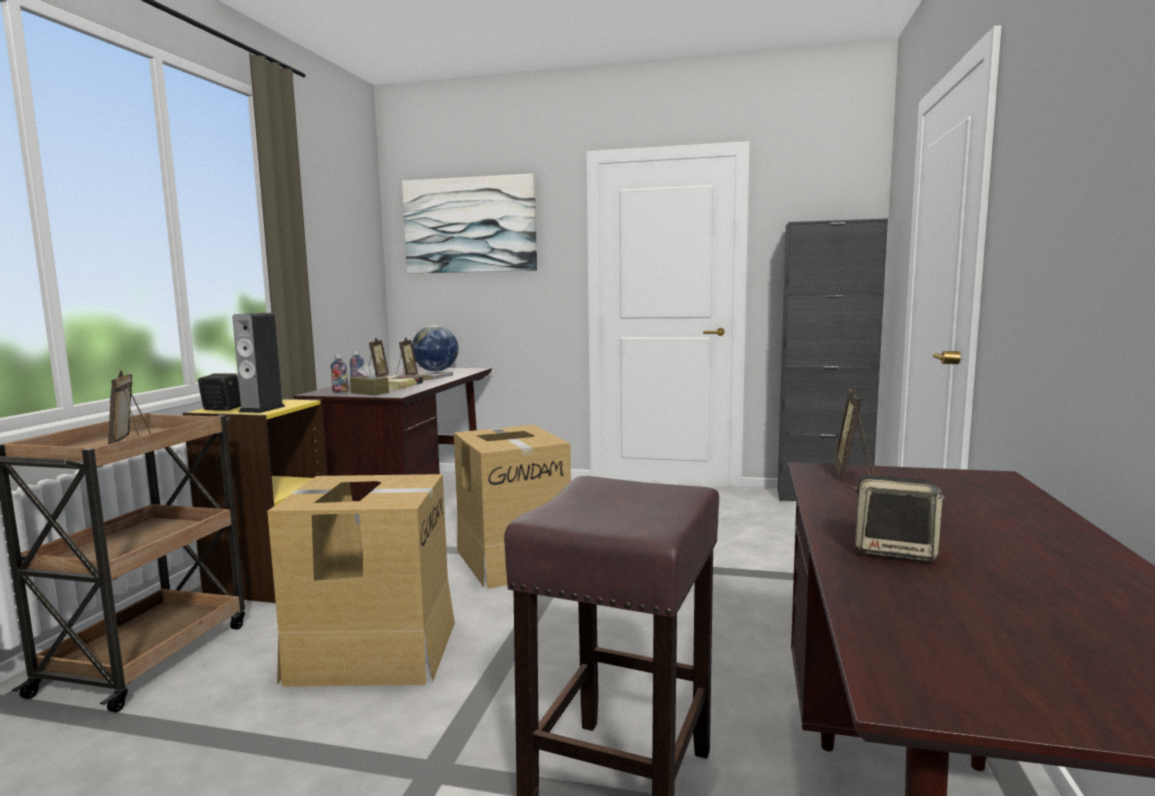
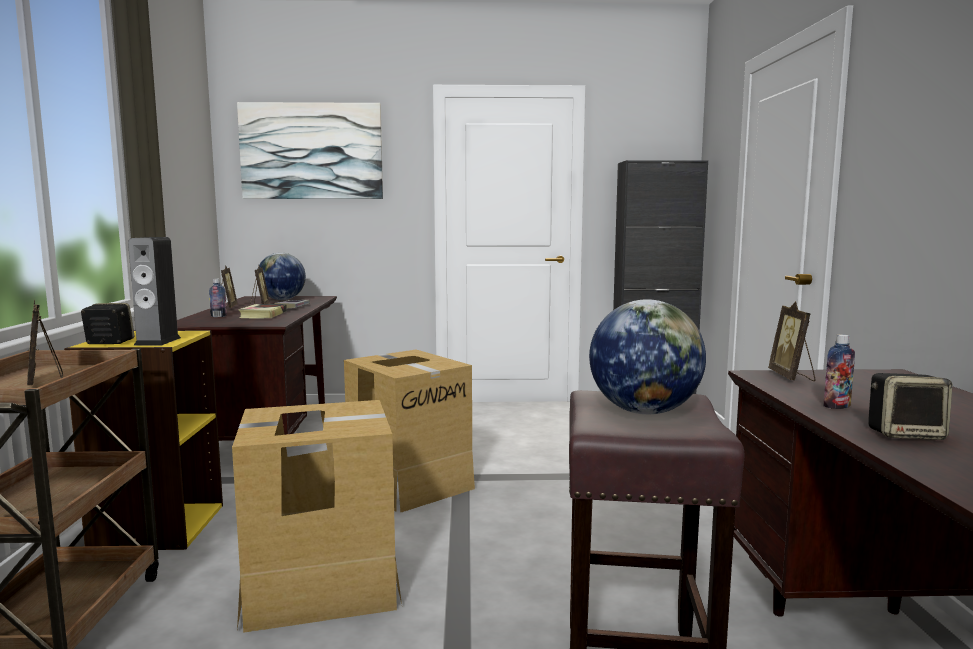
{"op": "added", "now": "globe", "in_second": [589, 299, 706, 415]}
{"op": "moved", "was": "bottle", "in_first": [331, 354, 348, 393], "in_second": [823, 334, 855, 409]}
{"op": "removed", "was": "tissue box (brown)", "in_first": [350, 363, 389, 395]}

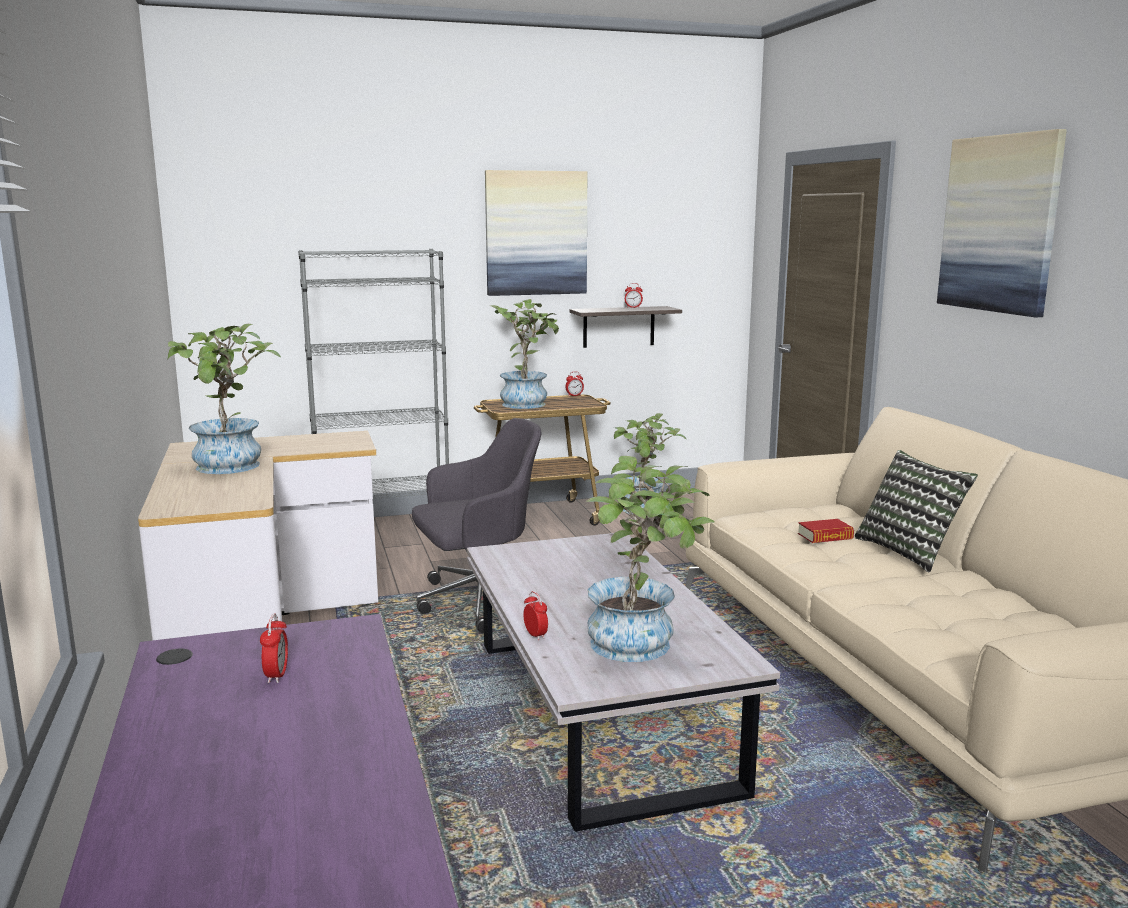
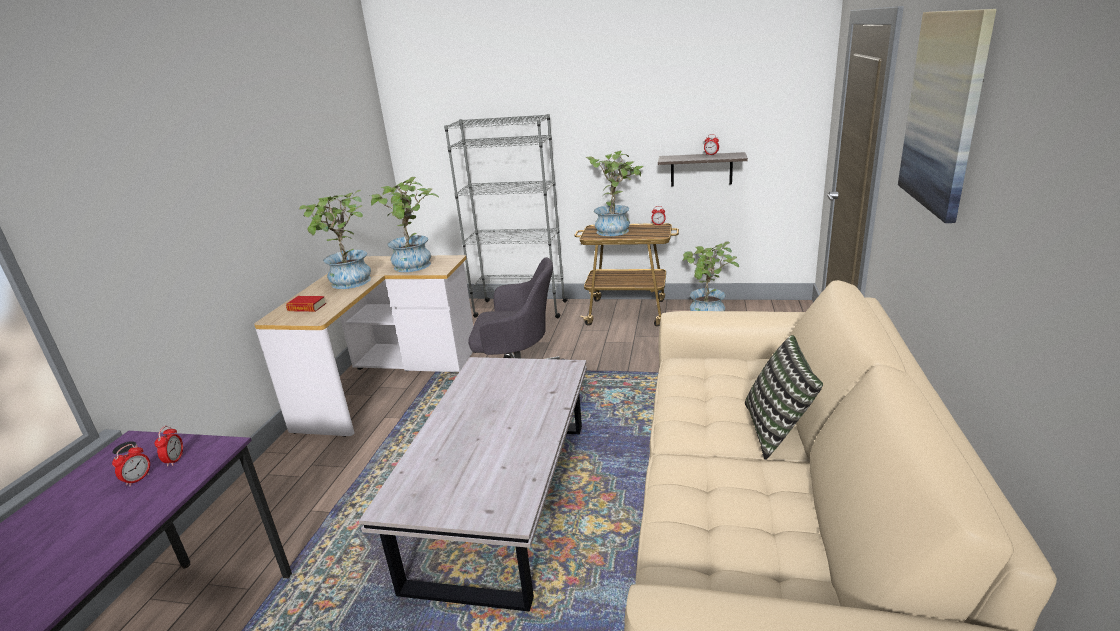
{"op": "moved", "was": "alarm clock", "in_first": [523, 591, 548, 640], "in_second": [155, 426, 183, 467]}
{"op": "moved", "was": "book", "in_first": [798, 519, 854, 543], "in_second": [286, 296, 326, 312]}
{"op": "moved", "was": "potted plant", "in_first": [586, 456, 715, 662], "in_second": [370, 177, 439, 272]}
{"op": "removed", "was": "picture", "in_first": [485, 170, 587, 296]}

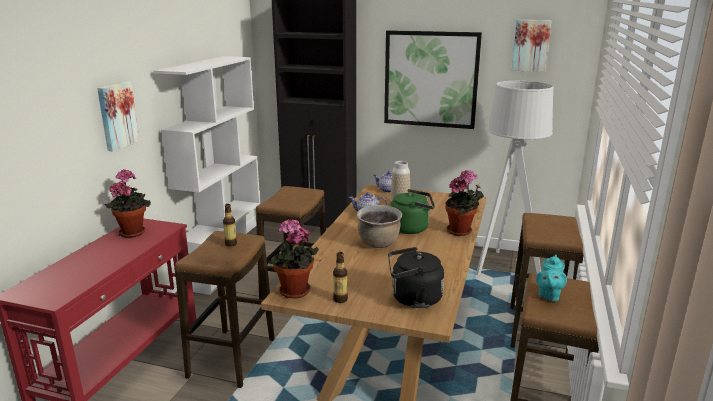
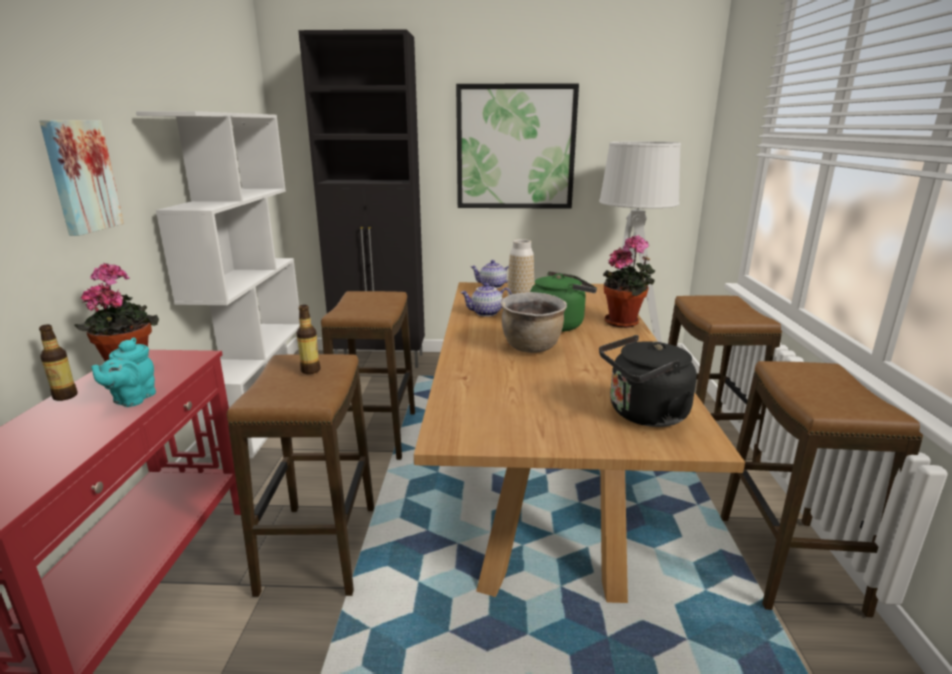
{"op": "moved", "was": "bottle", "in_first": [333, 252, 348, 303], "in_second": [39, 324, 78, 401]}
{"op": "moved", "was": "teapot (turquoise)", "in_first": [536, 255, 567, 302], "in_second": [91, 337, 156, 407]}
{"op": "removed", "was": "potted plant", "in_first": [267, 219, 319, 298]}
{"op": "removed", "was": "picture", "in_first": [512, 20, 551, 72]}

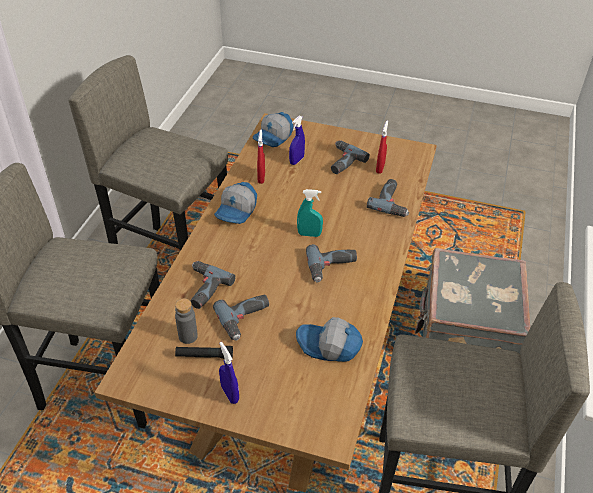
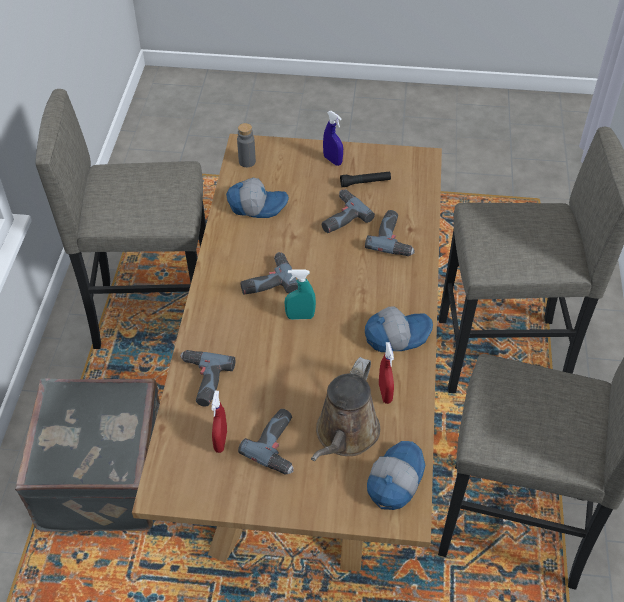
{"op": "moved", "was": "bottle (grey)", "in_first": [175, 298, 198, 344], "in_second": [237, 123, 256, 167]}
{"op": "replaced", "was": "spray bottle (blue)", "now": "watering can (brown)", "in_first": [289, 116, 305, 165], "in_second": [311, 357, 380, 461]}
{"op": "turned", "was": "cap", "in_first": [214, 182, 257, 224], "in_second": [365, 306, 433, 352], "clockwise": 60}

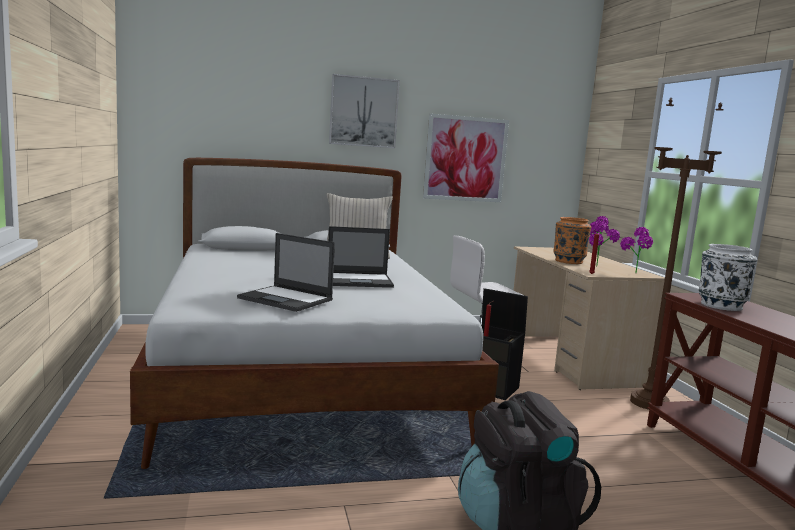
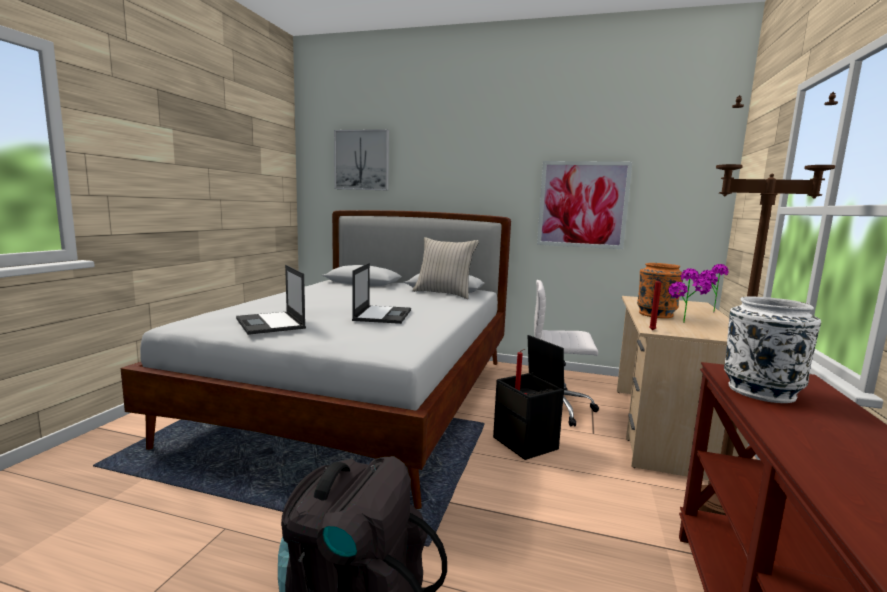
{"op": "moved", "was": "picture", "in_first": [329, 74, 400, 148], "in_second": [334, 129, 389, 190]}
{"op": "turned", "was": "laptop", "in_first": [328, 226, 394, 288], "in_second": [352, 263, 411, 324], "clockwise": -105}
{"op": "removed", "was": "potted plant", "in_first": [620, 227, 653, 273]}

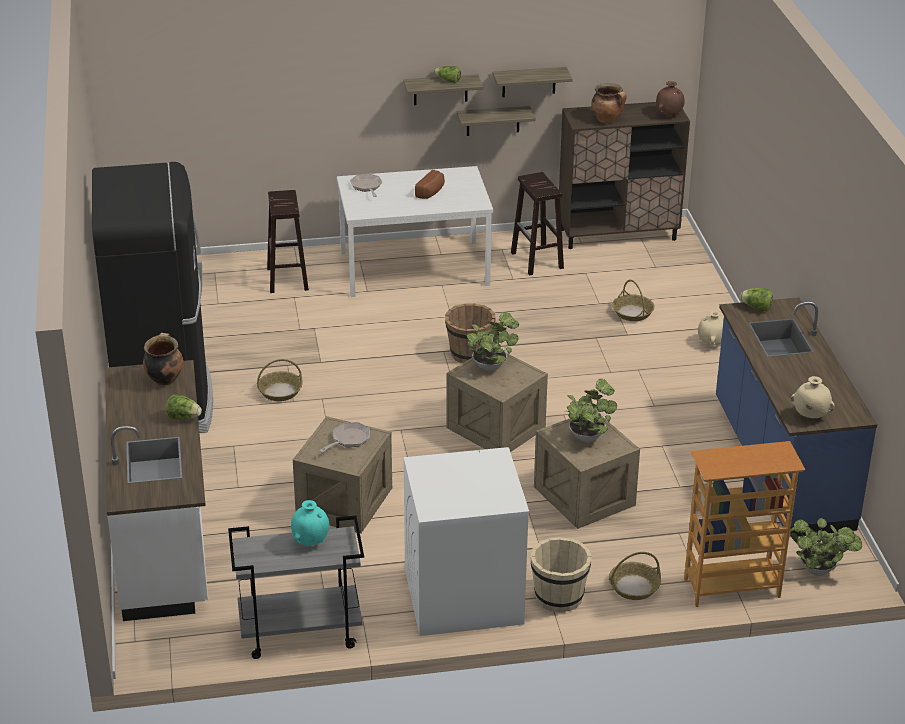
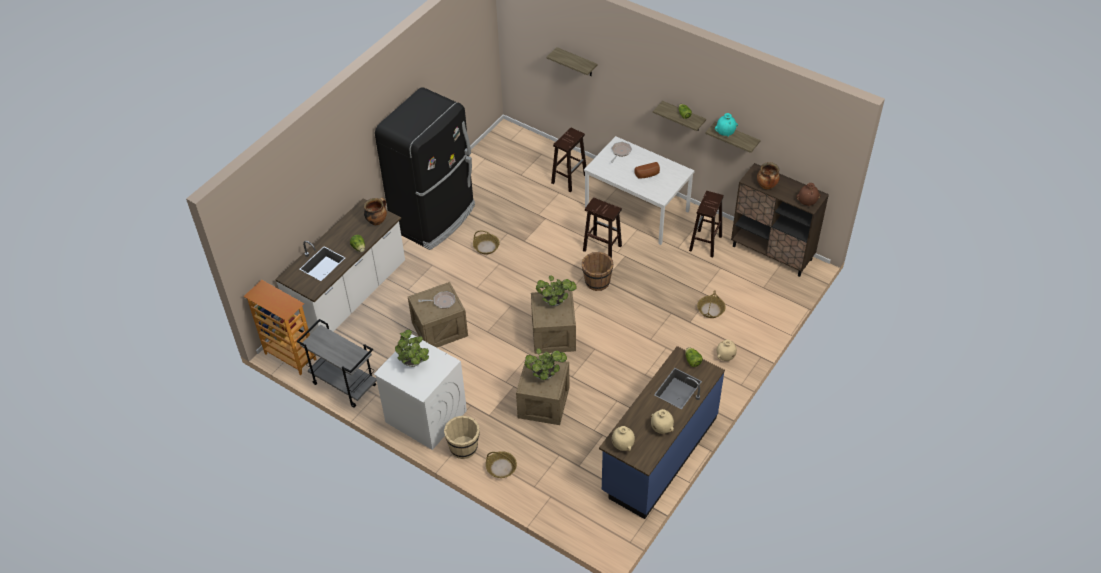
{"op": "moved", "was": "bookcase", "in_first": [684, 441, 805, 607], "in_second": [244, 280, 317, 375]}
{"op": "moved", "was": "potted plant", "in_first": [790, 518, 862, 576], "in_second": [395, 330, 429, 367]}
{"op": "moved", "was": "shelf", "in_first": [456, 106, 536, 136], "in_second": [546, 47, 598, 76]}
{"op": "added", "now": "stool (brown)", "in_second": [583, 197, 622, 258]}
{"op": "added", "now": "vase (beige)", "in_second": [651, 409, 674, 434]}
{"op": "moved", "was": "vase (turquoise)", "in_first": [291, 500, 329, 546], "in_second": [715, 113, 738, 137]}

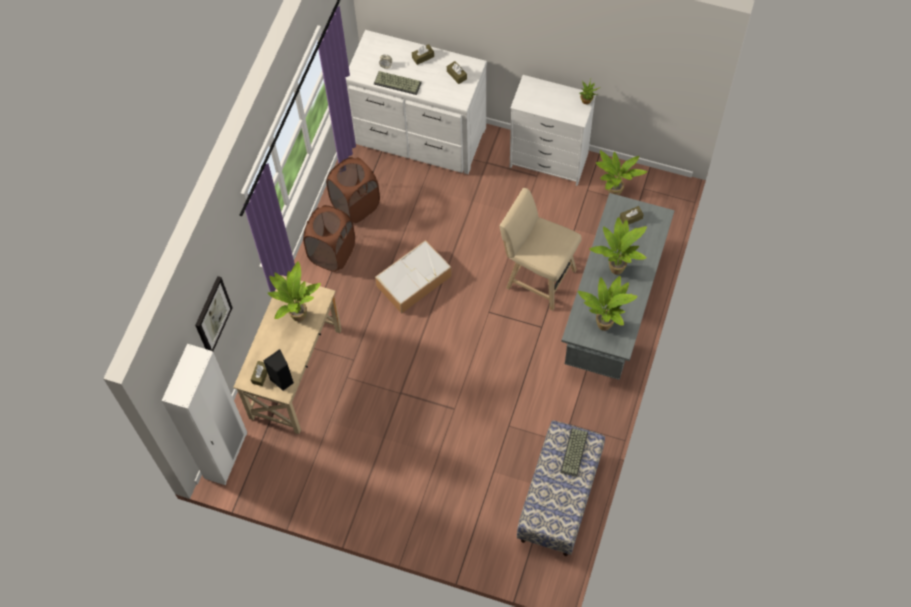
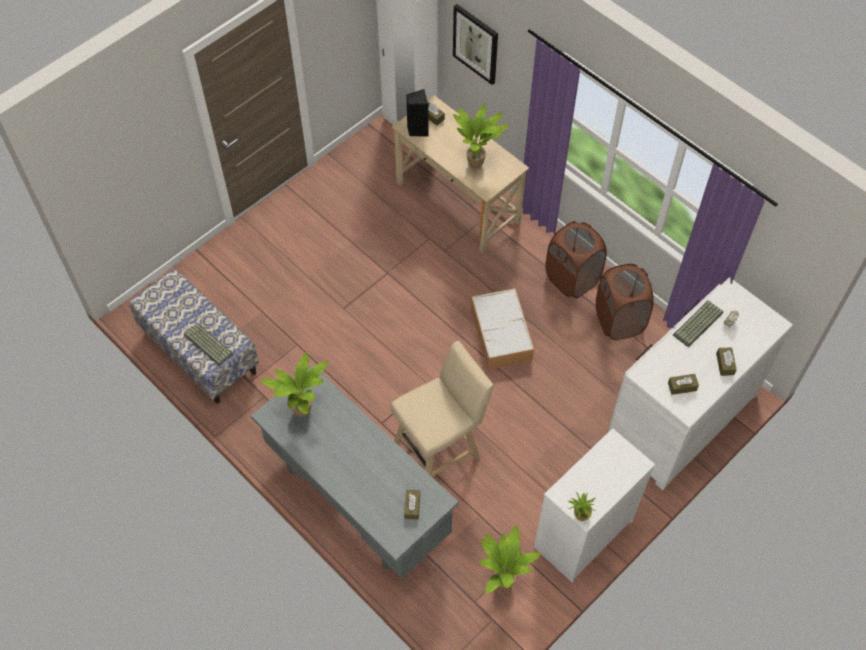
{"op": "removed", "was": "potted plant", "in_first": [589, 217, 647, 275]}

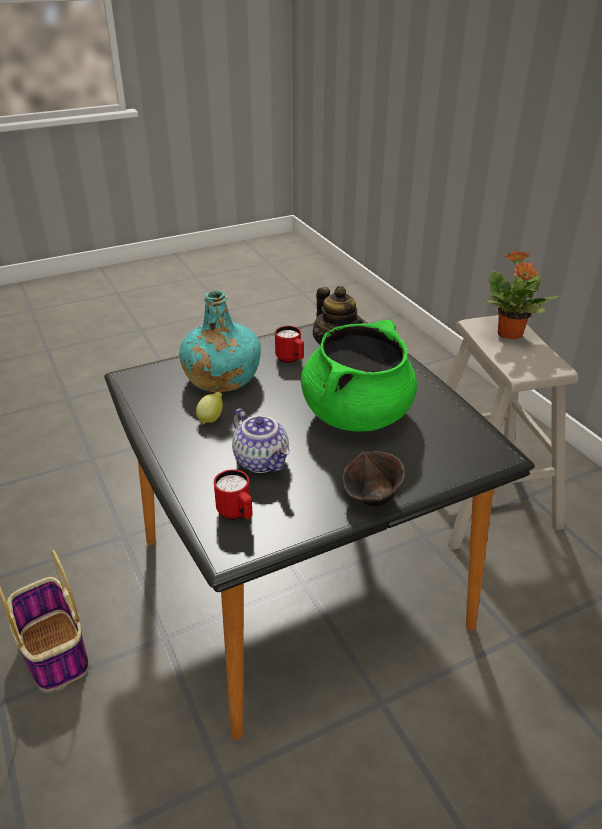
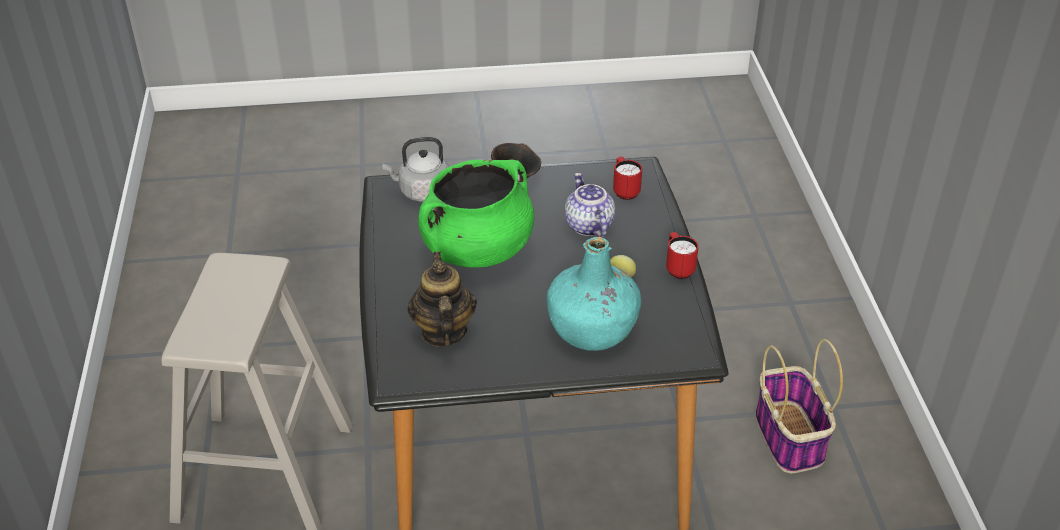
{"op": "added", "now": "kettle (grey)", "in_second": [382, 137, 449, 202]}
{"op": "moved", "was": "mug (red)", "in_first": [275, 326, 304, 363], "in_second": [666, 232, 699, 279]}
{"op": "removed", "was": "potted plant", "in_first": [485, 251, 559, 339]}

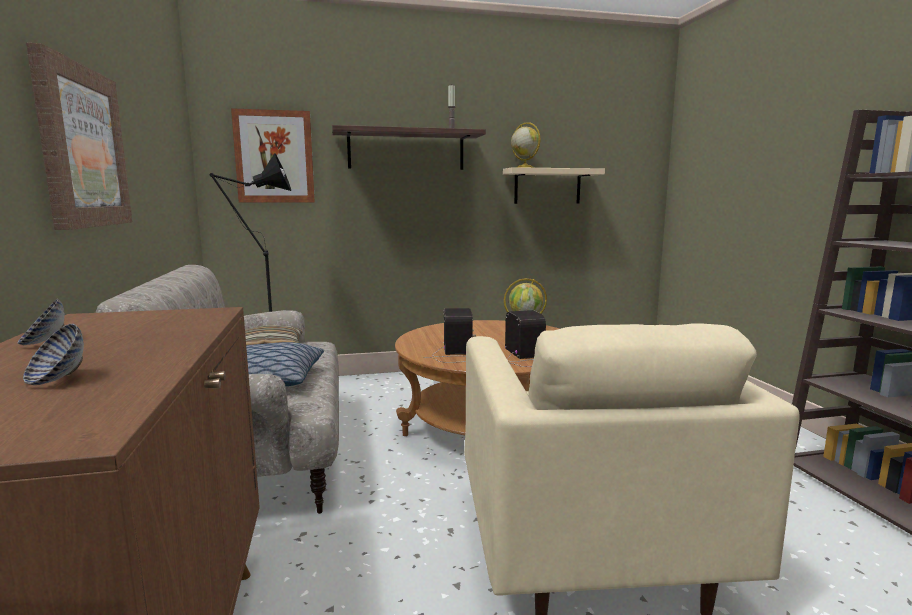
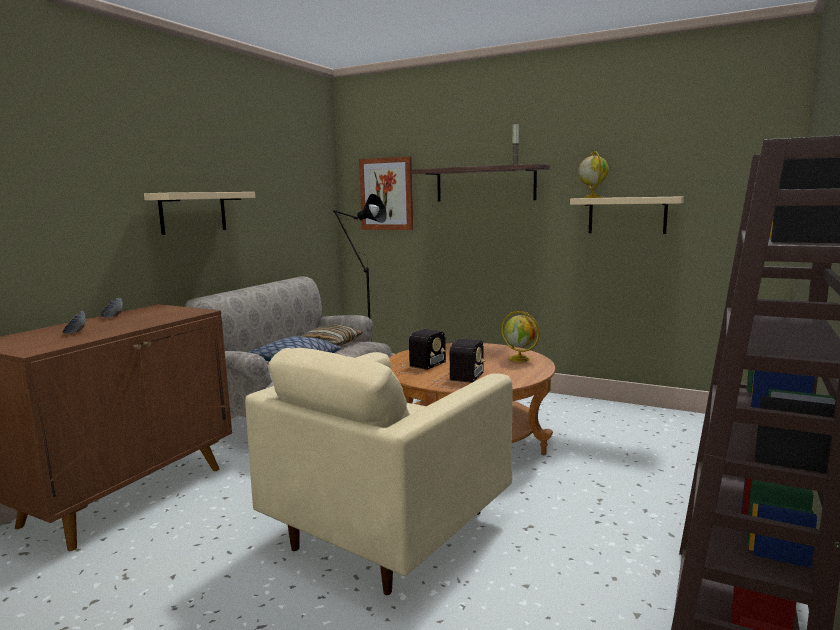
{"op": "replaced", "was": "picture", "now": "shelf (beige)", "in_first": [26, 43, 132, 230], "in_second": [144, 192, 255, 235]}

